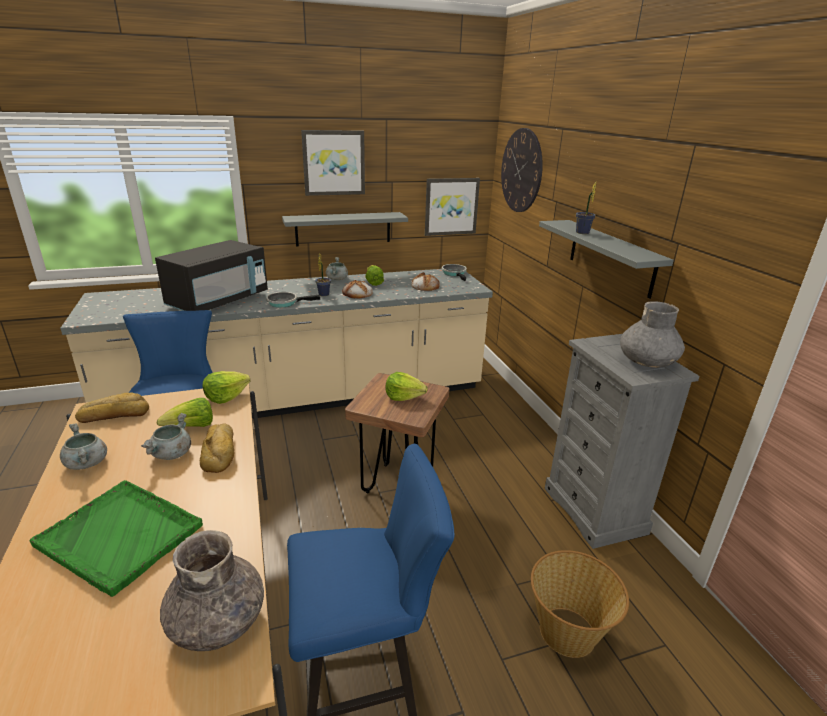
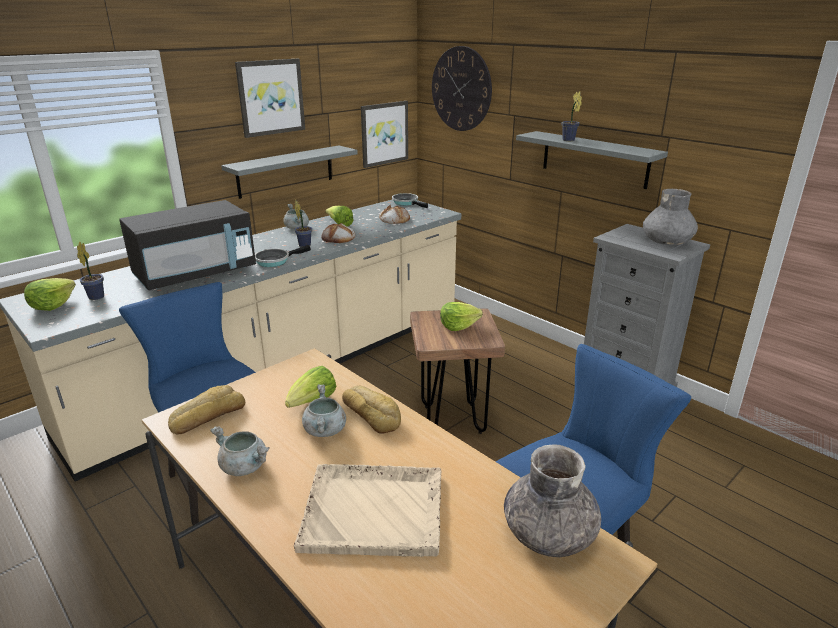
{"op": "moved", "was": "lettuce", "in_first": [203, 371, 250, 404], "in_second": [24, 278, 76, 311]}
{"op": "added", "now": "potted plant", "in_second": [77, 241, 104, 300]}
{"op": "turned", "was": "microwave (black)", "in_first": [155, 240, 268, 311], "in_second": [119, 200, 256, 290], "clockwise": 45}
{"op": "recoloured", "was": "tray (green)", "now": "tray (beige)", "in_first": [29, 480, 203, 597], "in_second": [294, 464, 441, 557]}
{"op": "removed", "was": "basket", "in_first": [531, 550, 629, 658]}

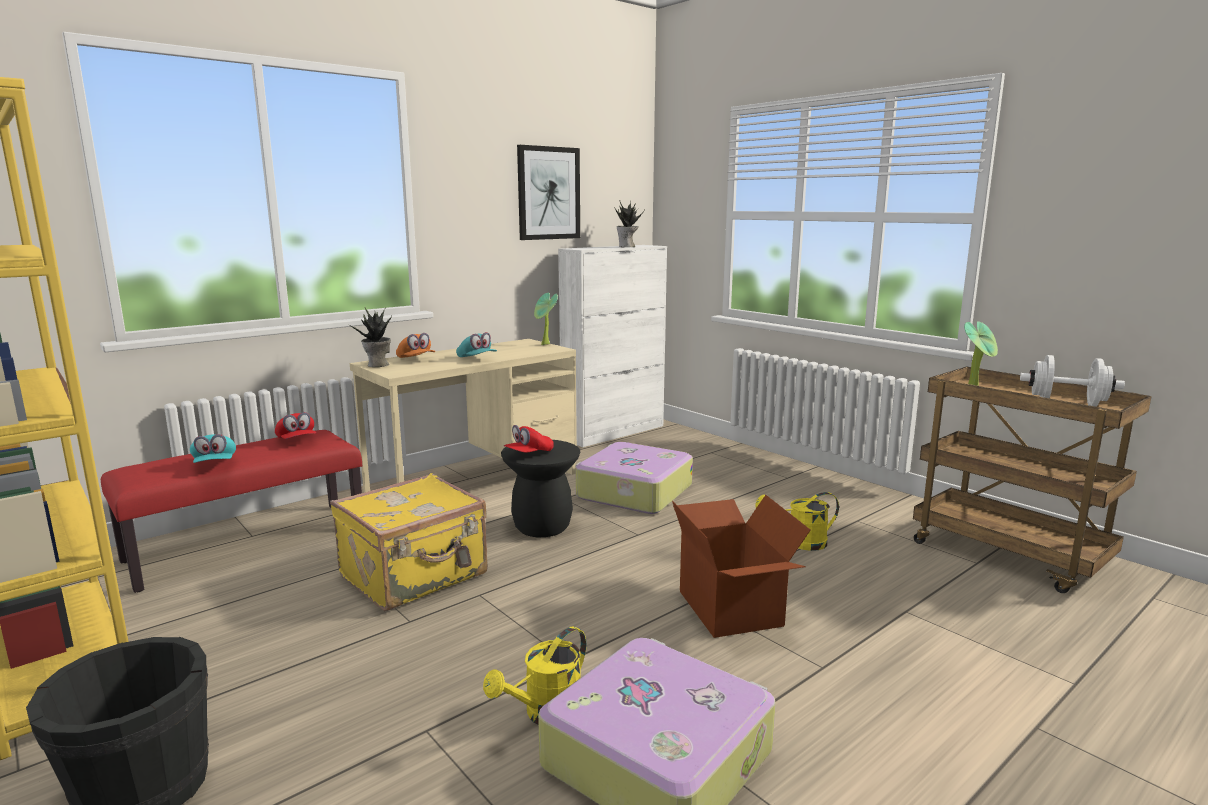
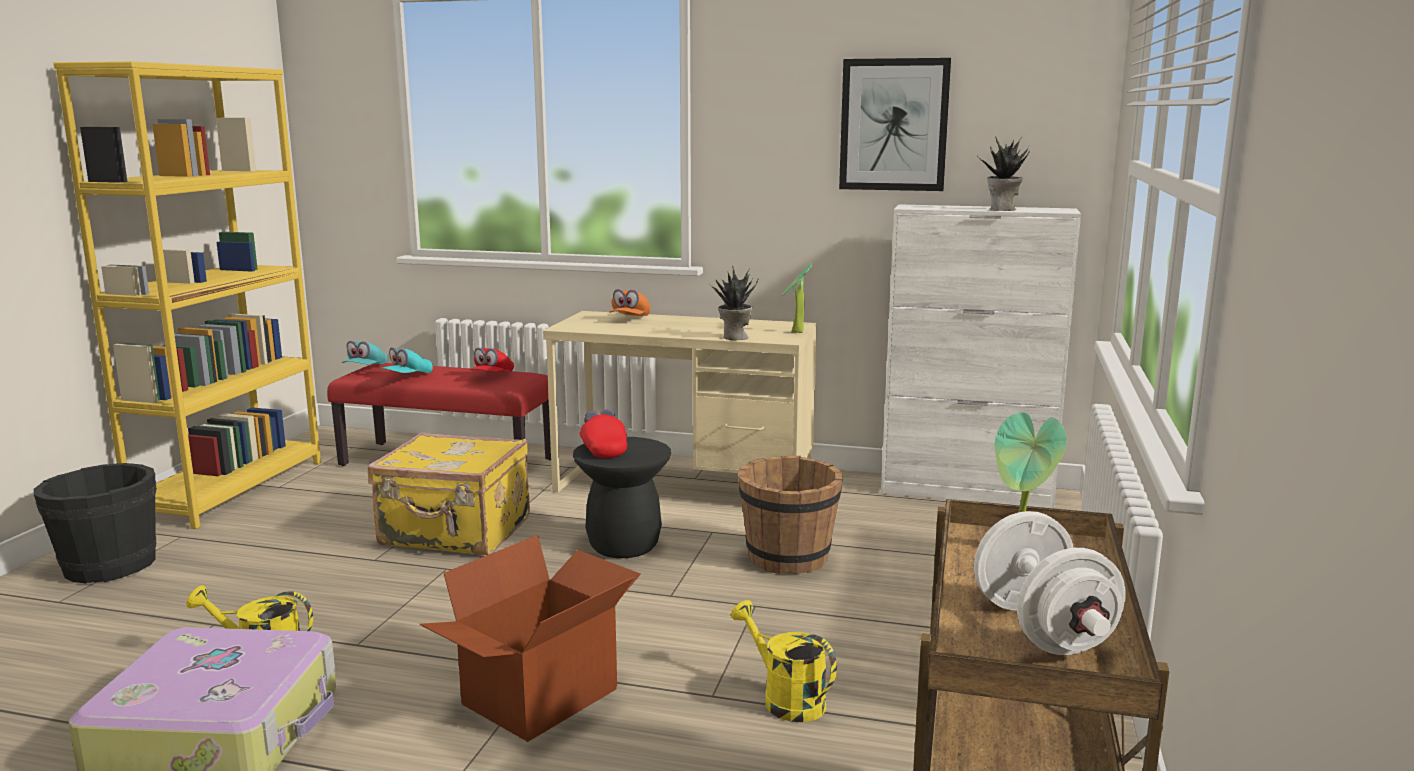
{"op": "moved", "was": "cap (turquoise)", "in_first": [456, 332, 497, 357], "in_second": [342, 341, 387, 364]}
{"op": "turned", "was": "cap (red)", "in_first": [504, 425, 554, 453], "in_second": [580, 409, 627, 458], "clockwise": 60}
{"op": "moved", "was": "potted plant", "in_first": [348, 307, 392, 367], "in_second": [709, 265, 759, 340]}
{"op": "replaced", "was": "suitcase", "now": "bucket (brown)", "in_first": [576, 442, 693, 514], "in_second": [738, 456, 843, 574]}

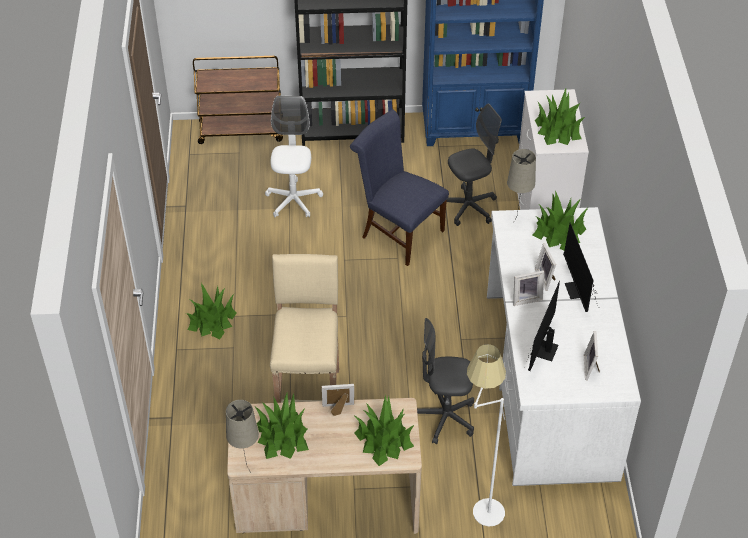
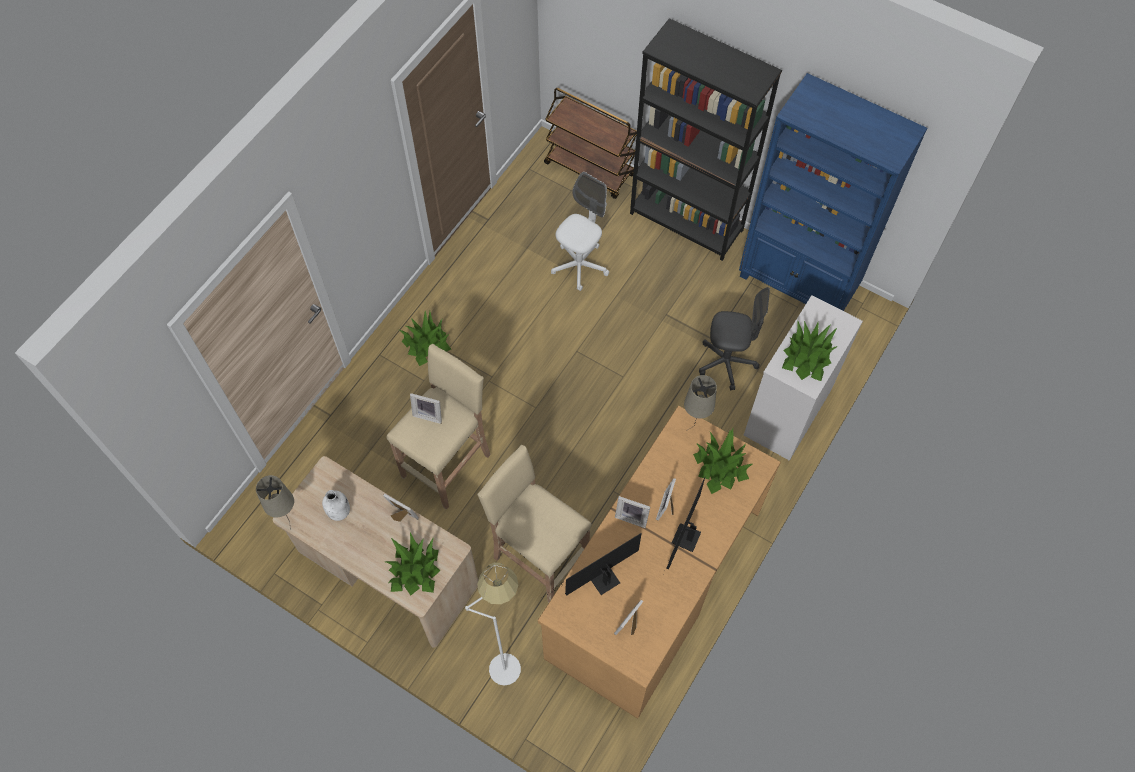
{"op": "replaced", "was": "potted plant", "now": "bottle (white)", "in_first": [255, 393, 309, 459], "in_second": [322, 490, 350, 521]}
{"op": "added", "now": "picture frame", "in_second": [410, 393, 442, 424]}
{"op": "replaced", "was": "office chair (grey)", "now": "stool (beige)", "in_first": [417, 318, 474, 444], "in_second": [477, 445, 592, 603]}
{"op": "recoloured", "was": "desk (white)", "now": "desk (brown)", "in_first": [487, 207, 641, 486], "in_second": [538, 406, 781, 718]}
{"op": "removed", "was": "chair (blue)", "in_first": [350, 109, 449, 266]}

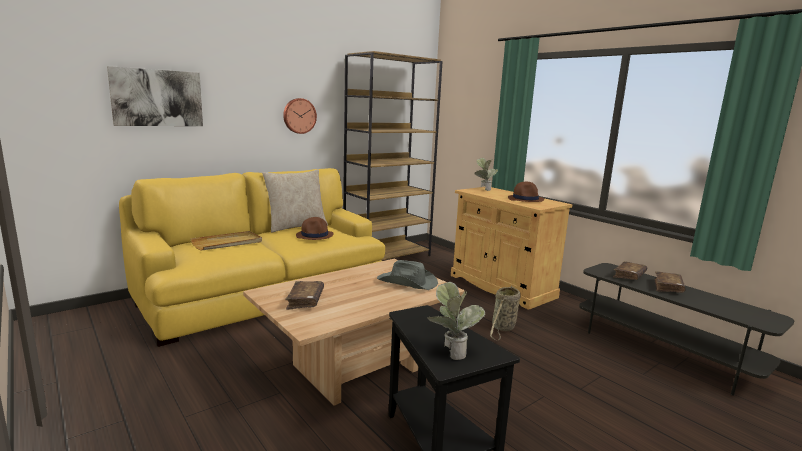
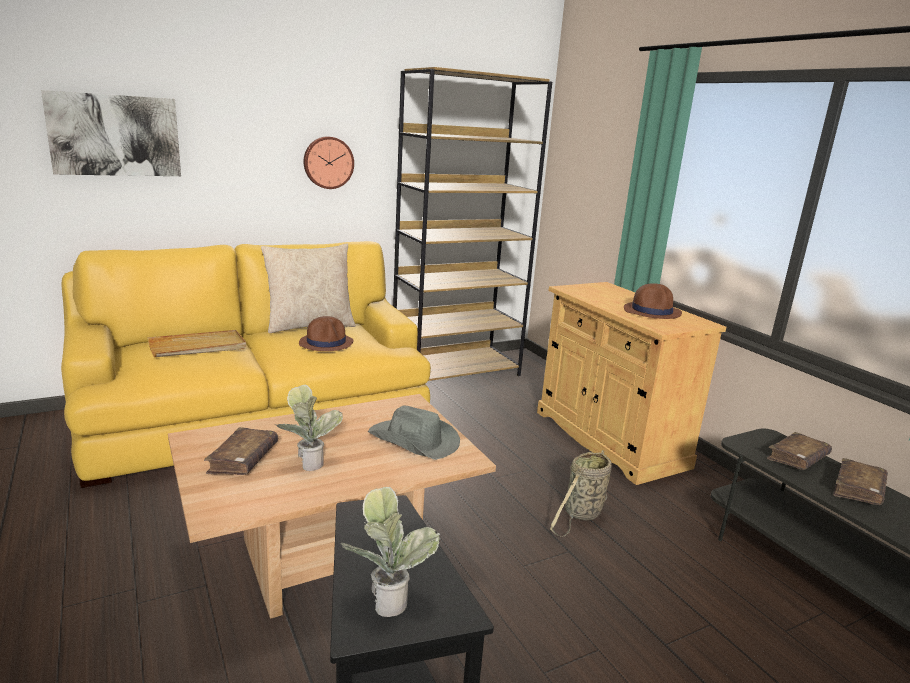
{"op": "moved", "was": "potted plant", "in_first": [474, 158, 498, 191], "in_second": [275, 385, 343, 471]}

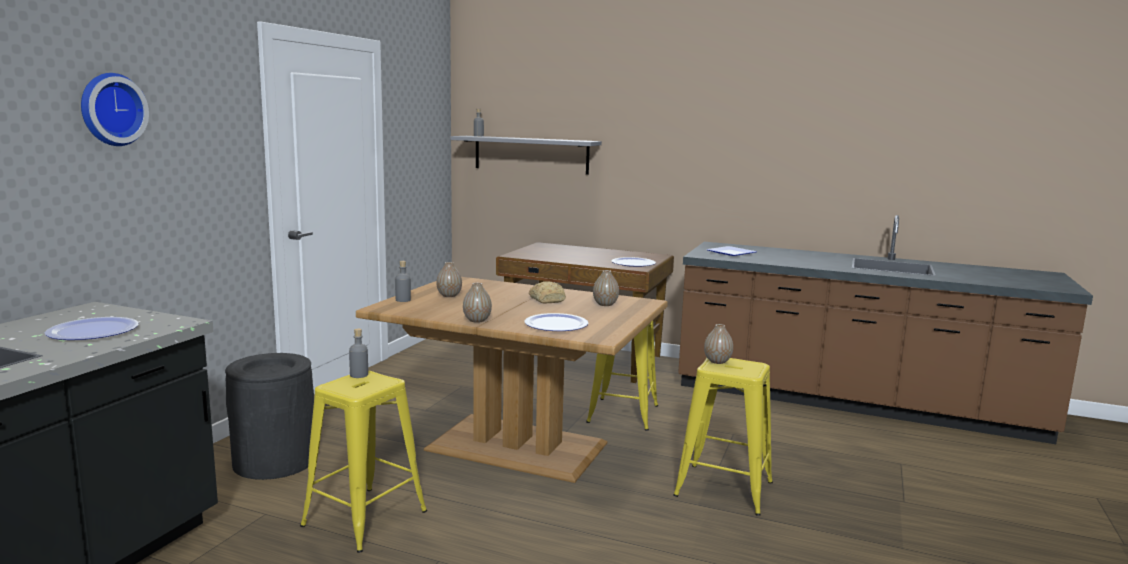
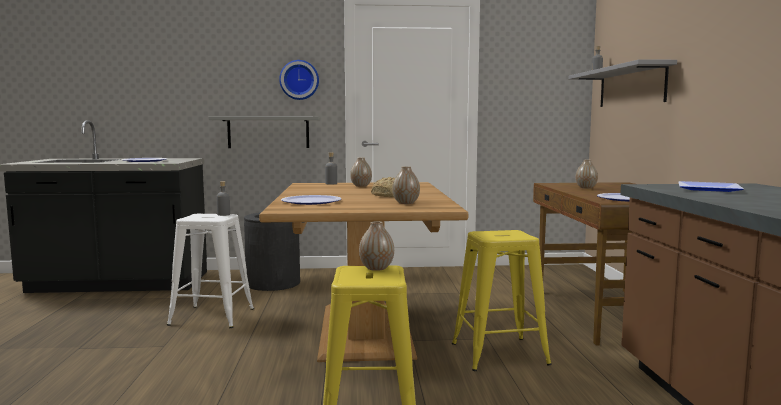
{"op": "recoloured", "was": "stool (yellow)", "now": "stool (white)", "in_first": [300, 370, 427, 553], "in_second": [167, 213, 254, 328]}
{"op": "added", "now": "shelf (grey)", "in_second": [209, 117, 320, 148]}
{"op": "moved", "was": "wall clock", "in_first": [81, 73, 149, 146], "in_second": [279, 60, 319, 100]}
{"op": "moved", "was": "vase", "in_first": [463, 283, 492, 323], "in_second": [576, 160, 598, 189]}

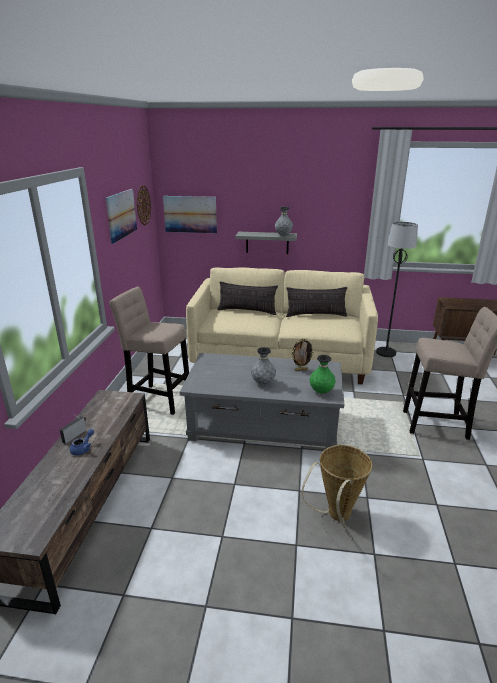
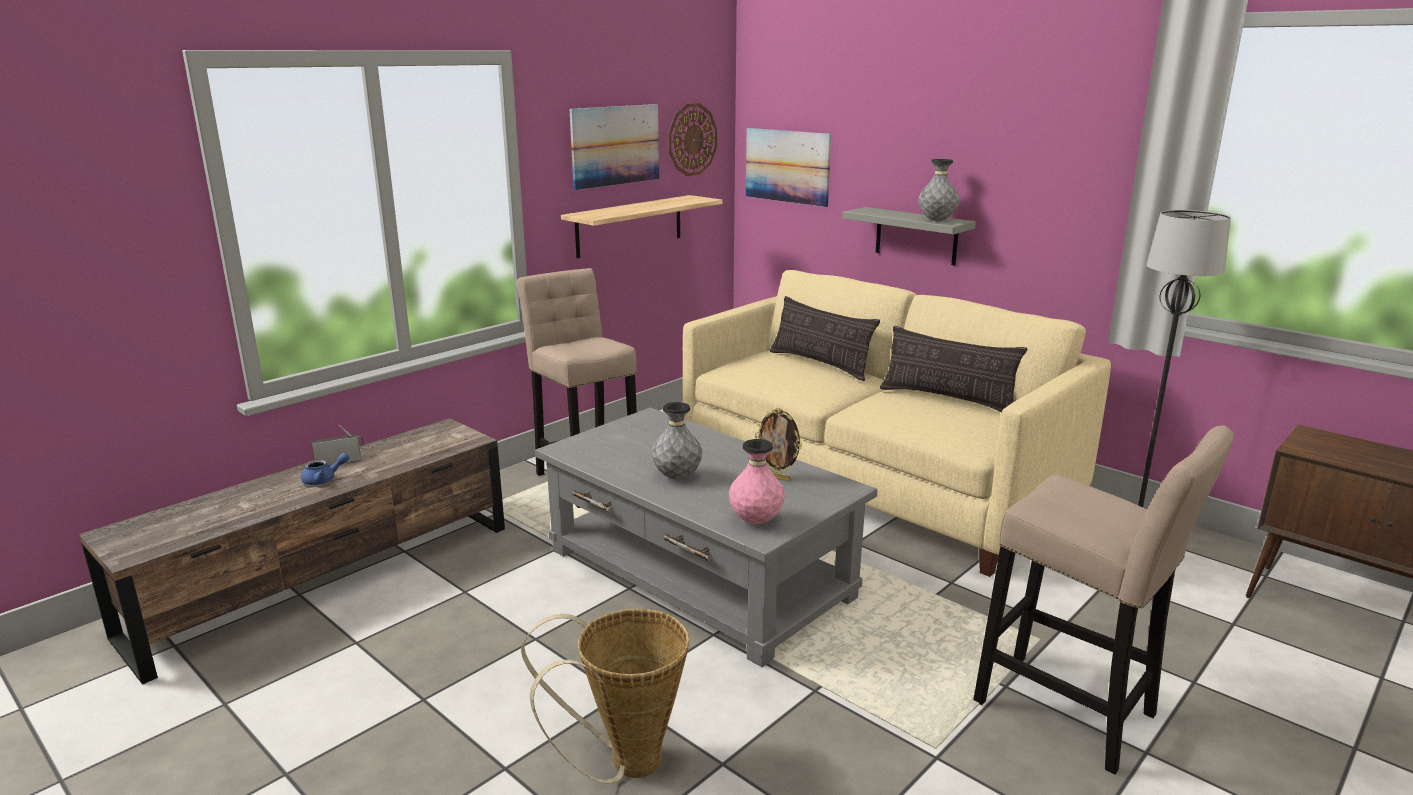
{"op": "added", "now": "shelf", "in_second": [561, 195, 722, 258]}
{"op": "recoloured", "was": "vase (green)", "now": "vase (pink)", "in_first": [310, 355, 336, 394], "in_second": [729, 439, 785, 524]}

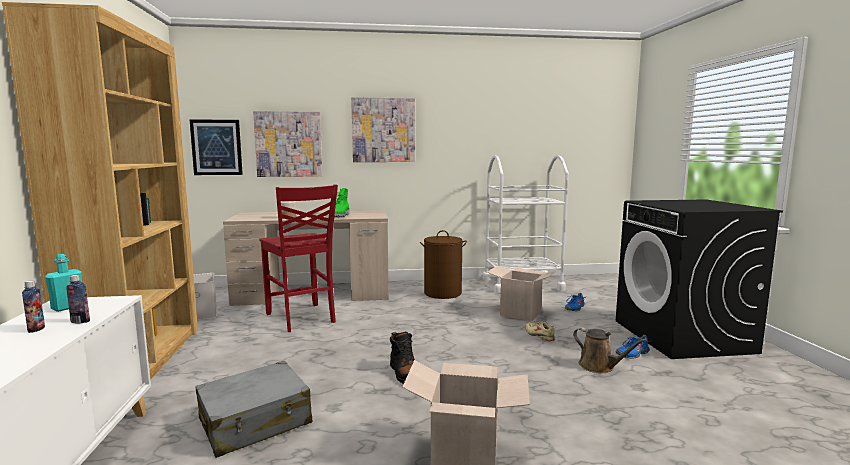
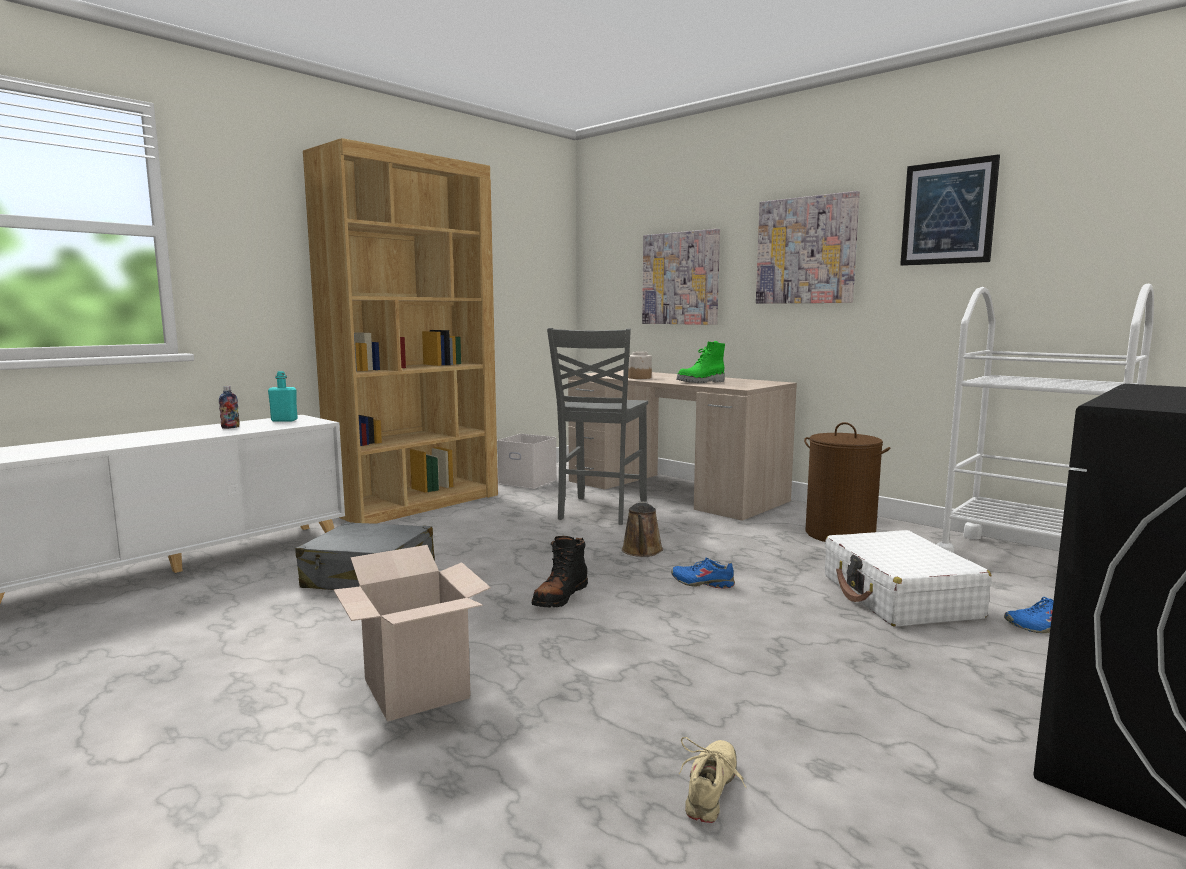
{"op": "recoloured", "was": "chair (red)", "now": "chair (grey)", "in_first": [260, 184, 338, 332], "in_second": [547, 328, 648, 525]}
{"op": "moved", "was": "watering can (brown)", "in_first": [573, 327, 647, 373], "in_second": [622, 501, 663, 557]}
{"op": "moved", "was": "shoe (blue)", "in_first": [616, 335, 650, 359], "in_second": [671, 557, 735, 588]}
{"op": "moved", "was": "shoe (beige)", "in_first": [526, 321, 555, 341], "in_second": [679, 737, 746, 823]}
{"op": "replaced", "was": "cardboard box", "now": "suitcase (white)", "in_first": [487, 266, 557, 321], "in_second": [825, 530, 992, 627]}
{"op": "moved", "was": "picture", "in_first": [189, 119, 243, 175], "in_second": [900, 154, 1000, 266]}
{"op": "removed", "was": "bottle", "in_first": [66, 275, 90, 323]}

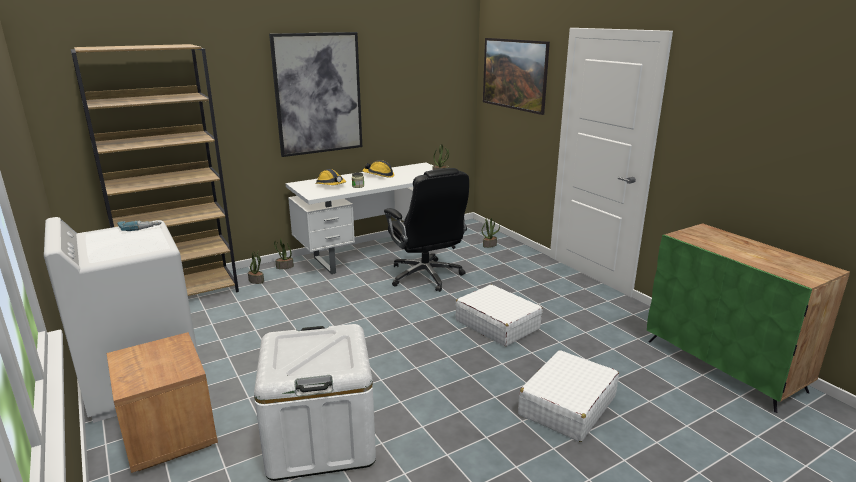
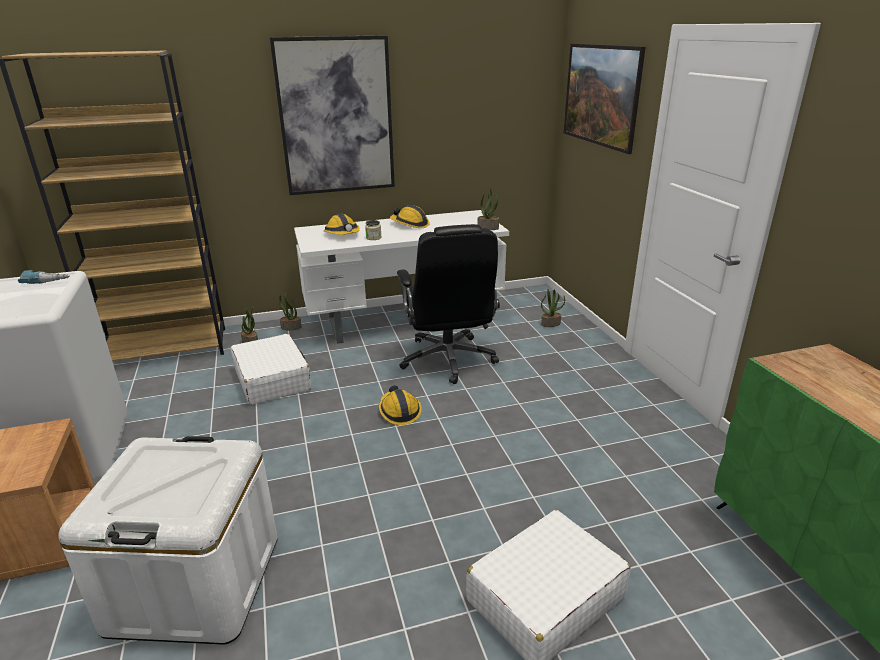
{"op": "moved", "was": "suitcase (white)", "in_first": [456, 285, 543, 346], "in_second": [231, 334, 311, 405]}
{"op": "added", "now": "hard hat", "in_second": [379, 386, 422, 425]}

